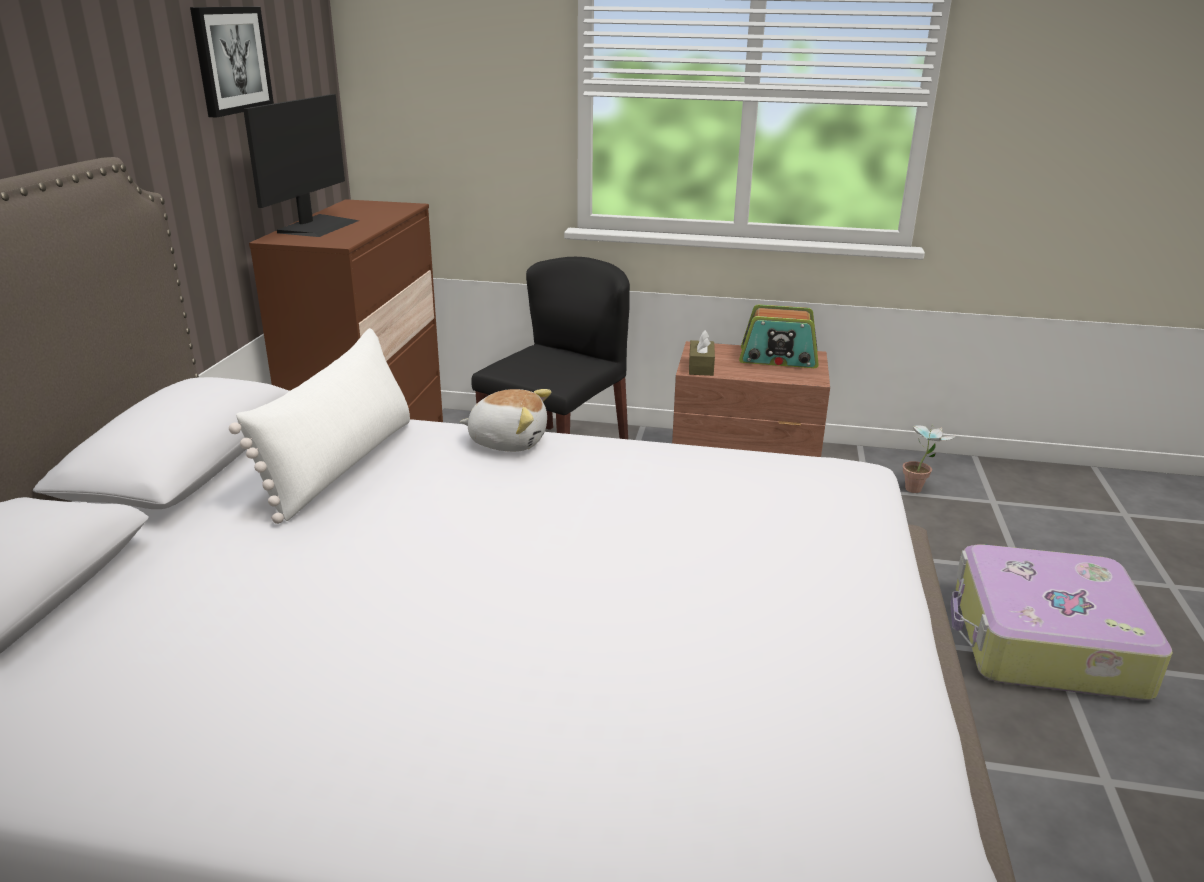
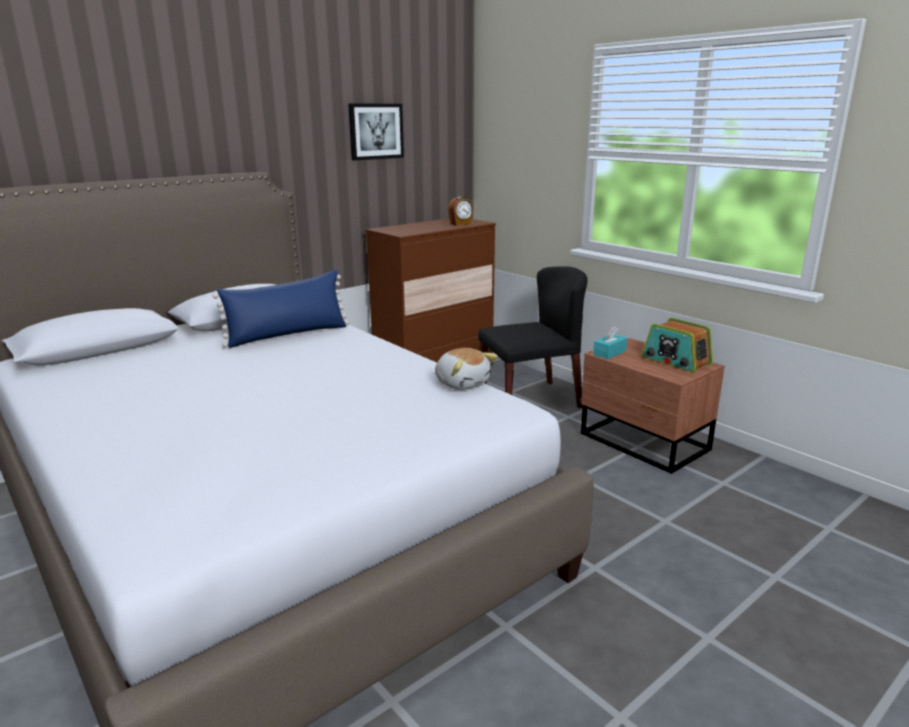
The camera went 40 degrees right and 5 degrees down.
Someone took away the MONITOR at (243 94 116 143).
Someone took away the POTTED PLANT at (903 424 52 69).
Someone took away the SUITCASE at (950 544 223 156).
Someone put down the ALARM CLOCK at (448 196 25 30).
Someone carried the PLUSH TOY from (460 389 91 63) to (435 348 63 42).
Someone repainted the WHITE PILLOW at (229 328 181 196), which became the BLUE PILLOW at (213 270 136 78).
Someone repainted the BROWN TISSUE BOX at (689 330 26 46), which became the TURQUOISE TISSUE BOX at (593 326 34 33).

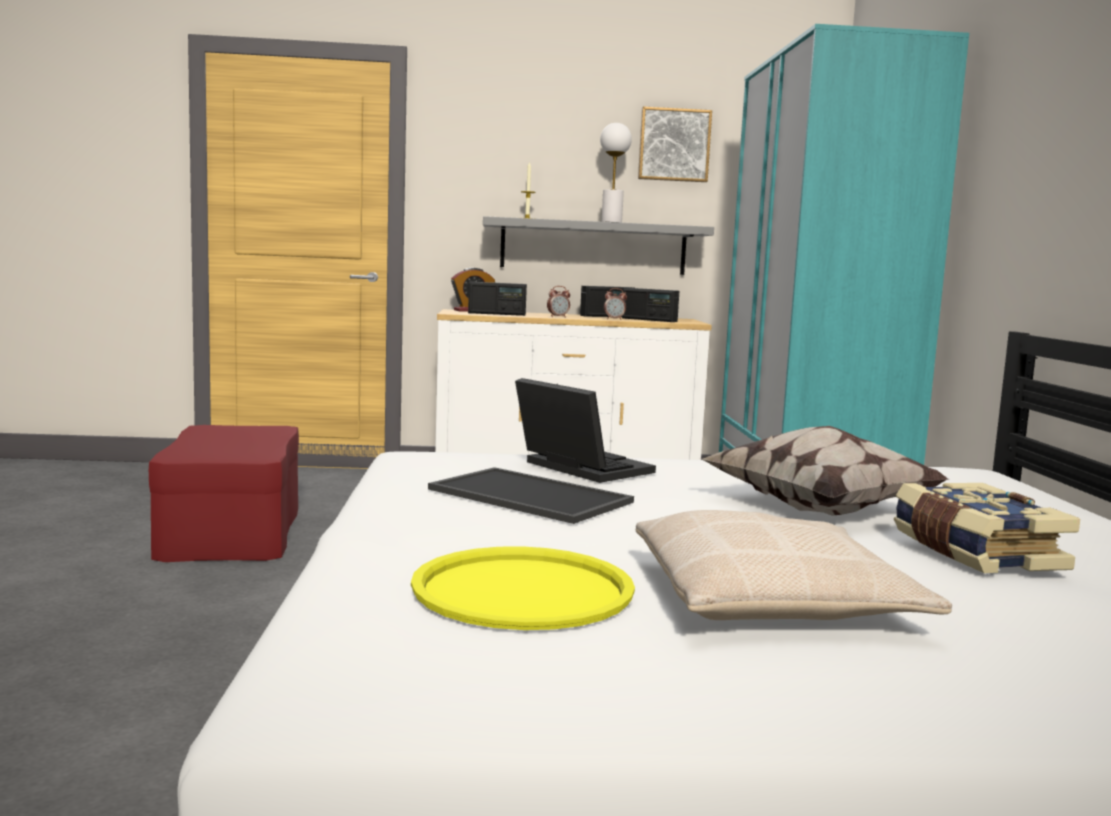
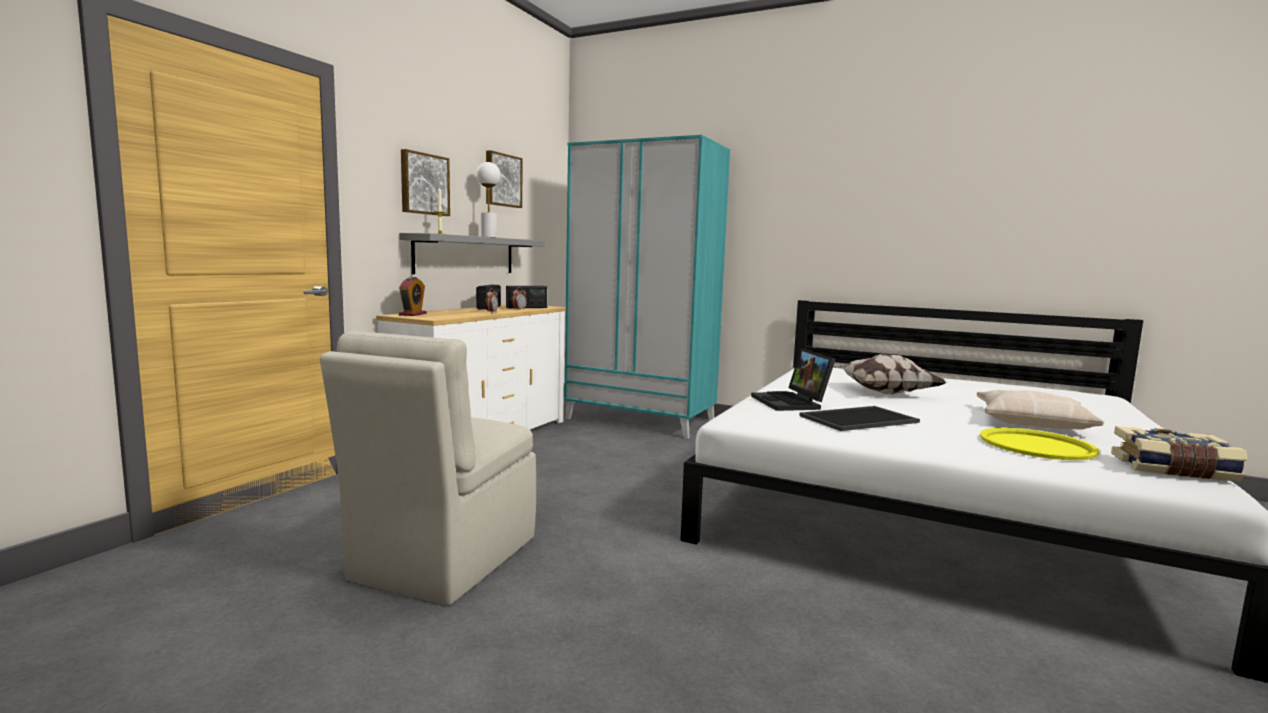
The camera went 60 degrees left and 0 degrees up.
Someone took away the RADIO at (468 282 59 34).
Someone put up the PICTURE at (401 149 49 67).
Someone carried the BOOK from (893 483 187 90) to (1111 426 137 56).
Someone swapped the RED OTTOMAN at (149 425 150 137) for the BEIGE CHAIR at (320 331 216 274).
Someone rotated the LAPTOP at (515 378 141 105) by 90 degrees counterclockwise.

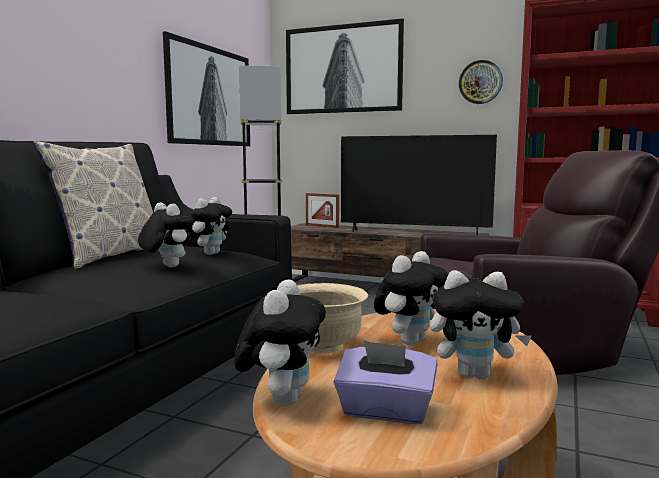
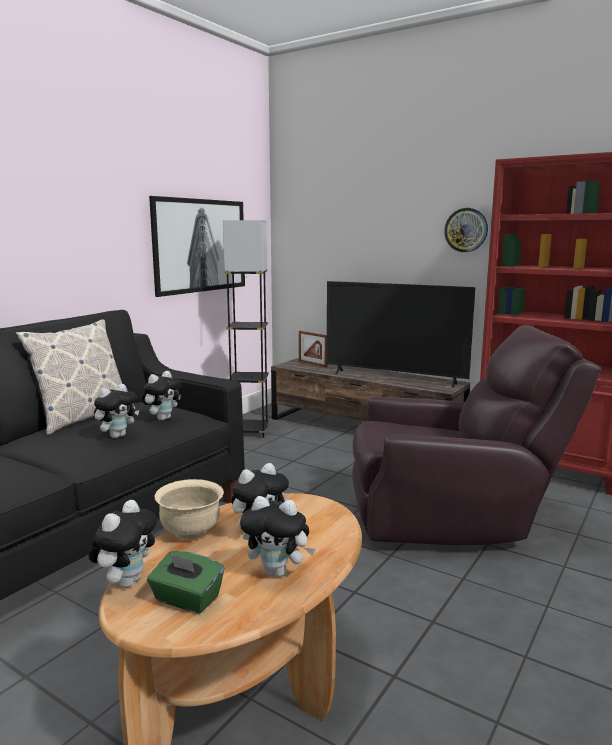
The camera went 10 degrees right and 5 degrees up.
Someone took away the PICTURE at (286 18 118 96).
Someone repainted the PURPLE TISSUE BOX at (333 341 105 83), which became the GREEN TISSUE BOX at (147 551 77 62).
Someone rotated the PLUSH TOY at (138 202 56 66) by 75 degrees clockwise.

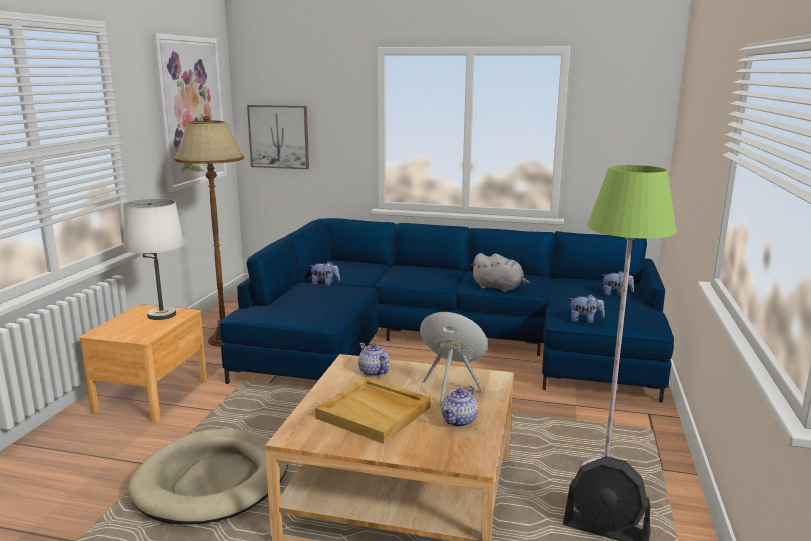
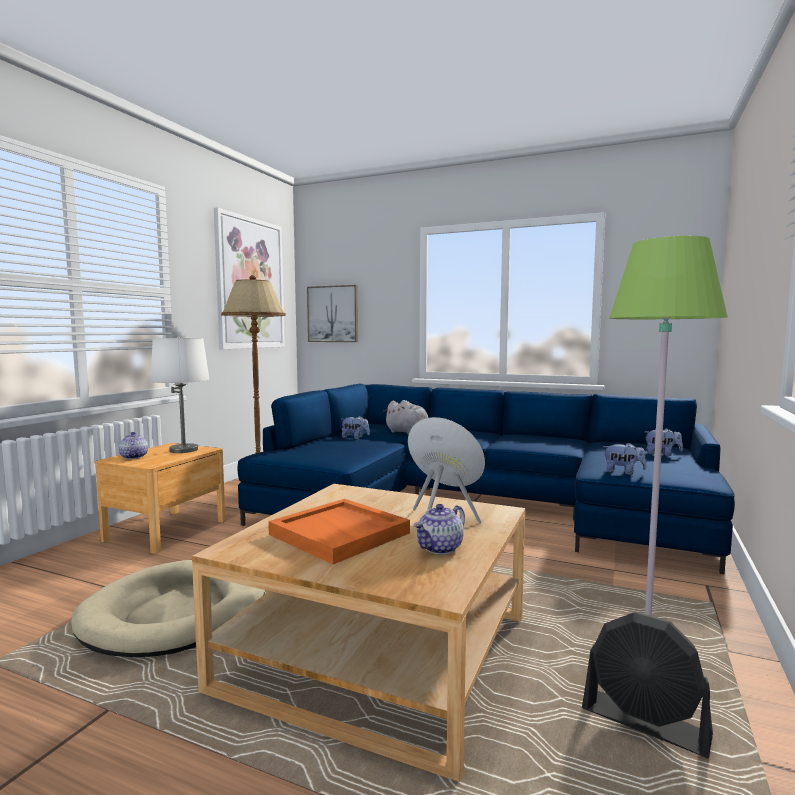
The camera went 10 degrees right and 10 degrees down.
Someone carried the TEAPOT from (358 343 31 34) to (119 432 29 27).
Someone carried the GREY PLUSH TOY from (471 253 59 39) to (384 400 45 35).
Someone repainted the BEIGE TRAY at (315 377 116 67), which became the ORANGE TRAY at (268 499 142 65).

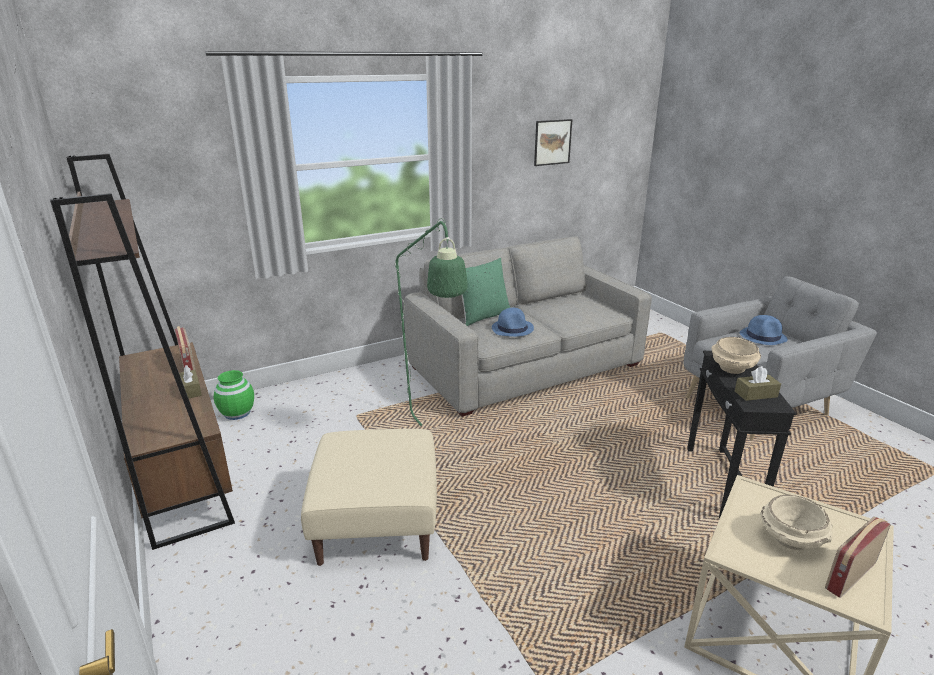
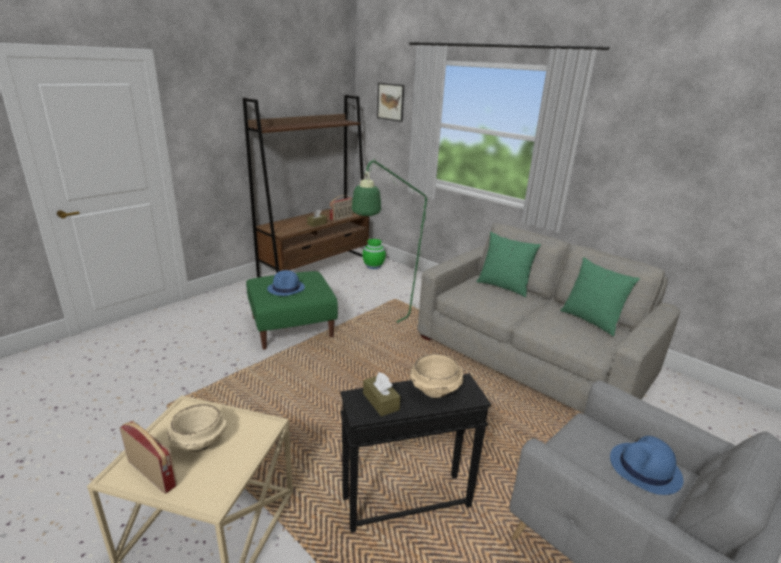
The camera went 70 degrees right and 0 degrees up.
Someone put down the GREEN PILLOW at (560 257 80 79).
Someone carried the BLUE HAT from (492 308 42 29) to (267 270 38 26).
Someone carried the PICTURE from (534 119 38 47) to (377 83 27 39).
Someone repainted the BEIGE OTTOMAN at (301 429 136 137), which became the GREEN OTTOMAN at (246 271 92 79).

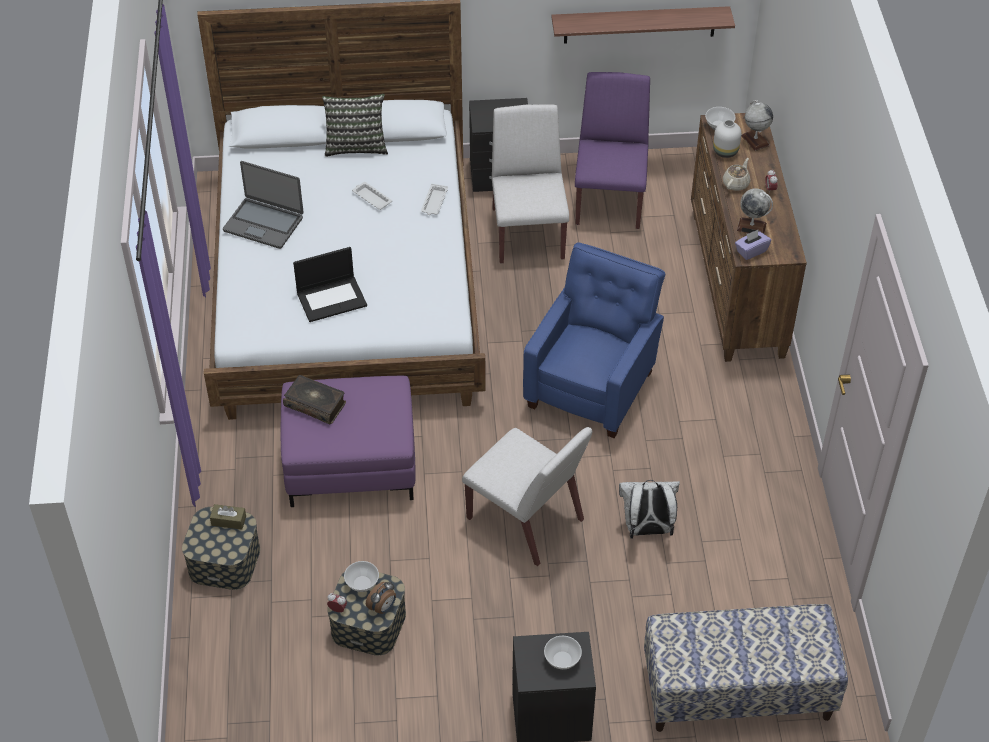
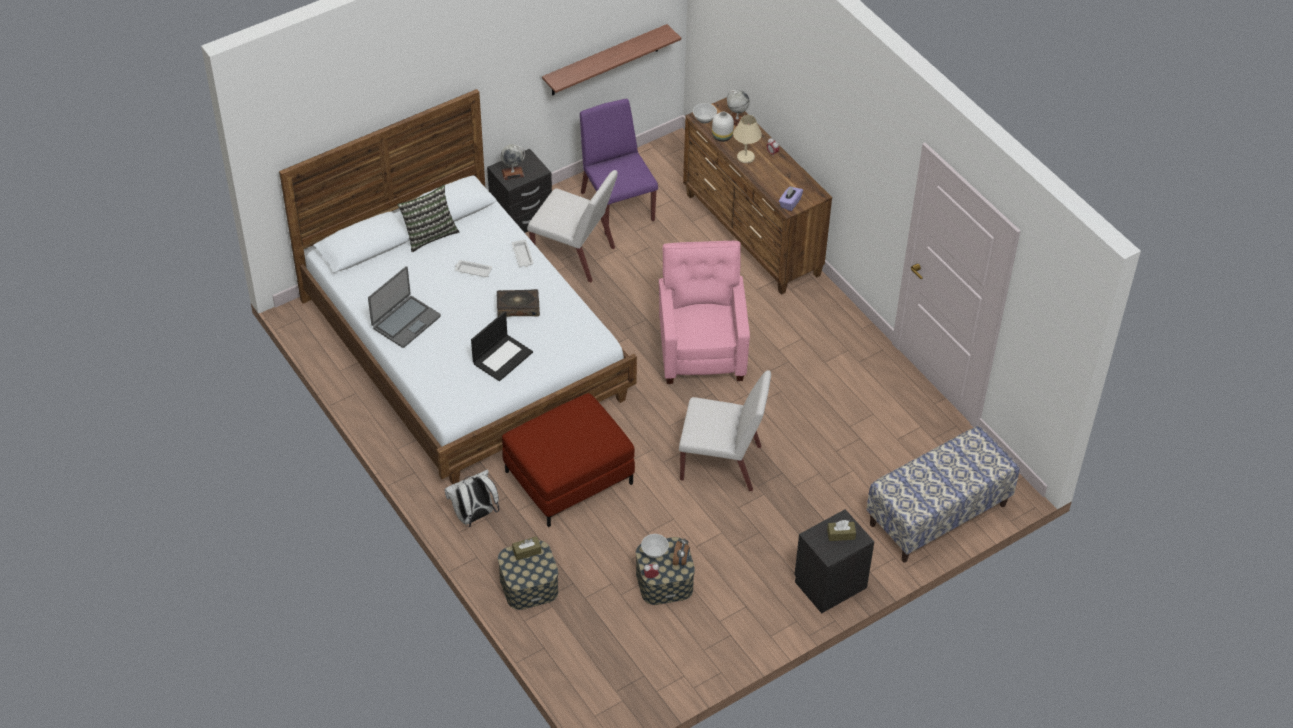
The camera went 30 degrees left and 0 degrees up.
Someone carried the BOOK from (283 375 63 49) to (497 289 43 28).
Someone carried the WHITE BACKPACK from (619 480 61 59) to (444 469 55 58).
Someone carried the GLOBE from (737 188 36 46) to (501 144 24 36).
Someone swapped the BOWL at (544 636 38 34) for the BROWN TISSUE BOX at (827 520 29 21).
Someone swapped the BEIGE TEAPOT at (723 158 28 33) for the BEIGE TABLE LAMP at (733 115 29 48).
Someone repainted the PURPLE OTTOMAN at (281 376 135 131), which became the RED OTTOMAN at (502 393 133 134).
Someone repainted the BLUE ARMCHAIR at (523 242 142 196), which became the PINK ARMCHAIR at (659 241 91 143).
Someone rotated the LAPTOP at (223 161 80 88) by 45 degrees counterclockwise.
Someone rotated the WHITE CHAIR at (492 104 77 160) by 150 degrees clockwise.

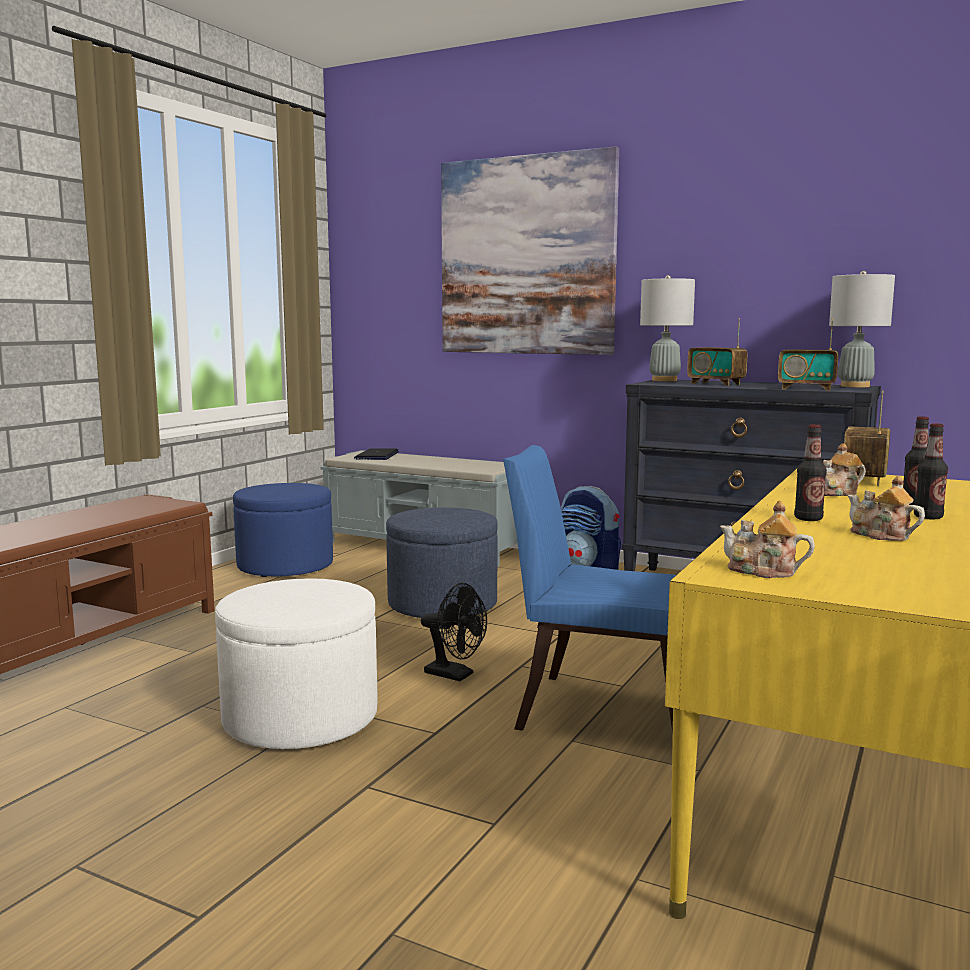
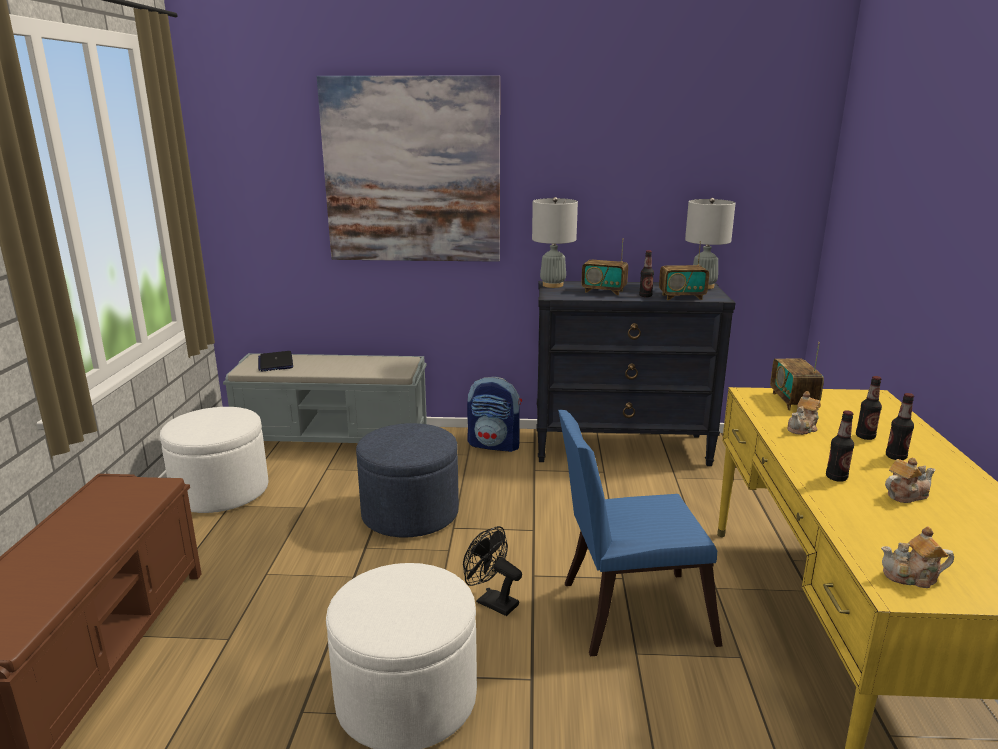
The camera went 25 degrees left and 10 degrees up.
Someone put down the BOTTLE at (639 251 15 46).
Someone repainted the BLUE OTTOMAN at (233 483 100 94), which became the WHITE OTTOMAN at (160 407 108 106).
Someone rotated the BLACK FAN at (421 583 66 98) by 150 degrees counterclockwise.
Someone rotated the TEAPOT at (848 475 77 66) by 135 degrees clockwise.

